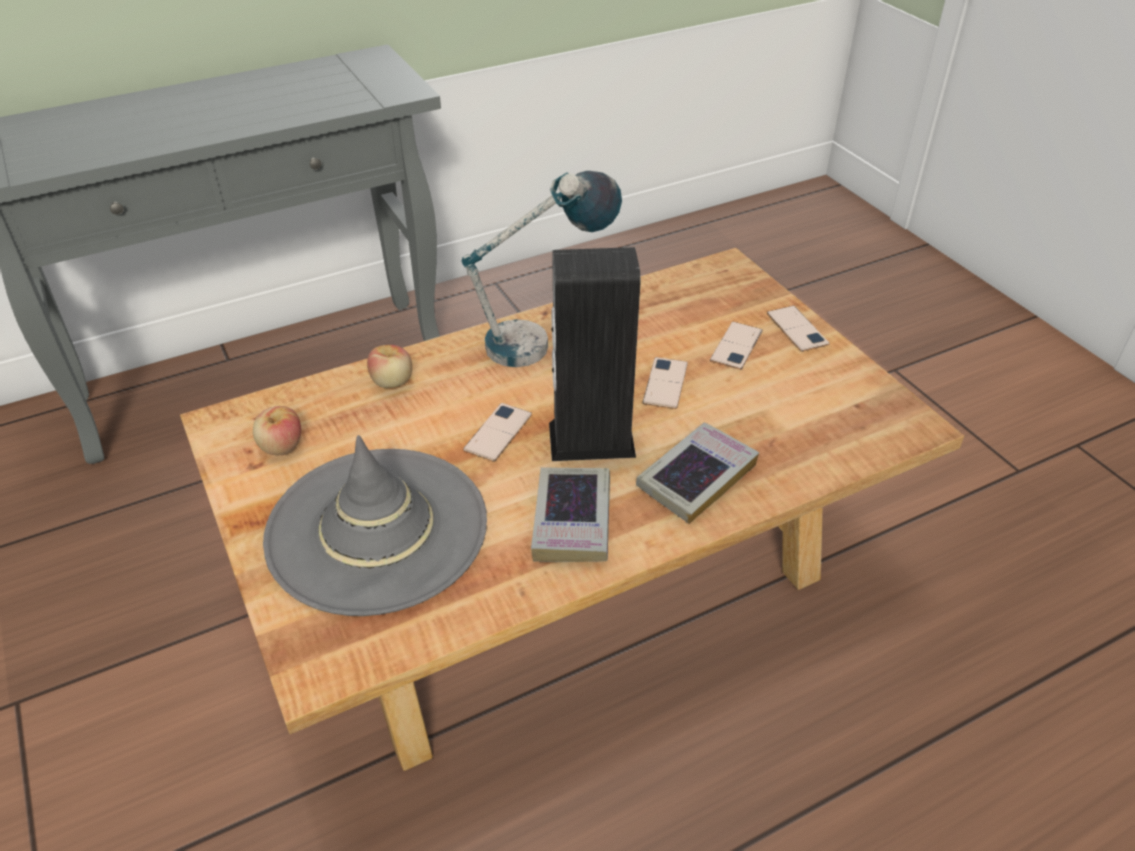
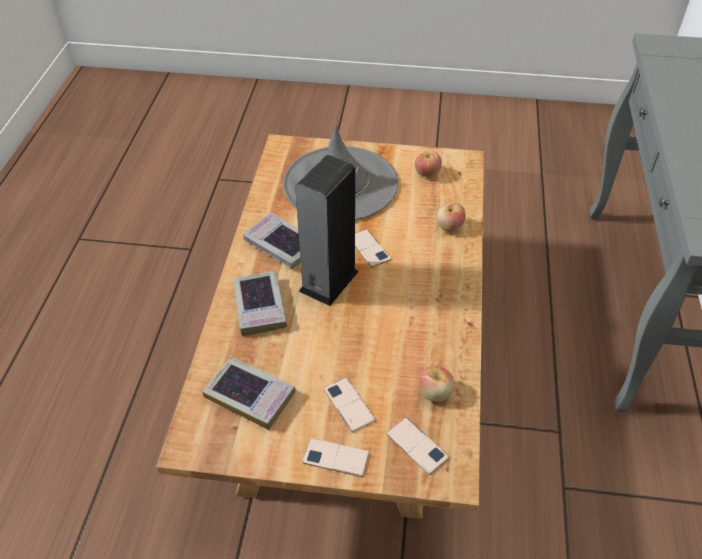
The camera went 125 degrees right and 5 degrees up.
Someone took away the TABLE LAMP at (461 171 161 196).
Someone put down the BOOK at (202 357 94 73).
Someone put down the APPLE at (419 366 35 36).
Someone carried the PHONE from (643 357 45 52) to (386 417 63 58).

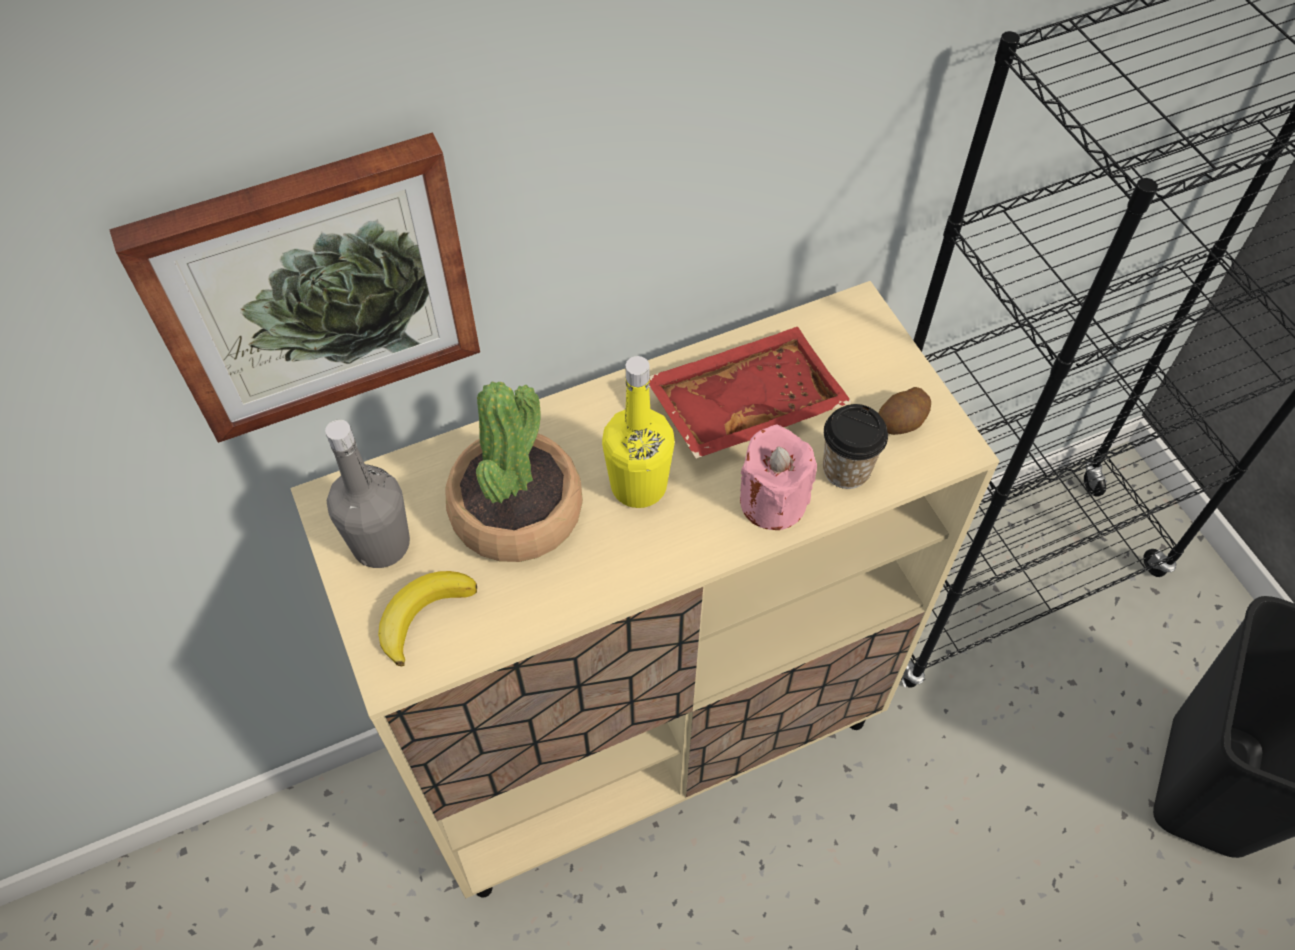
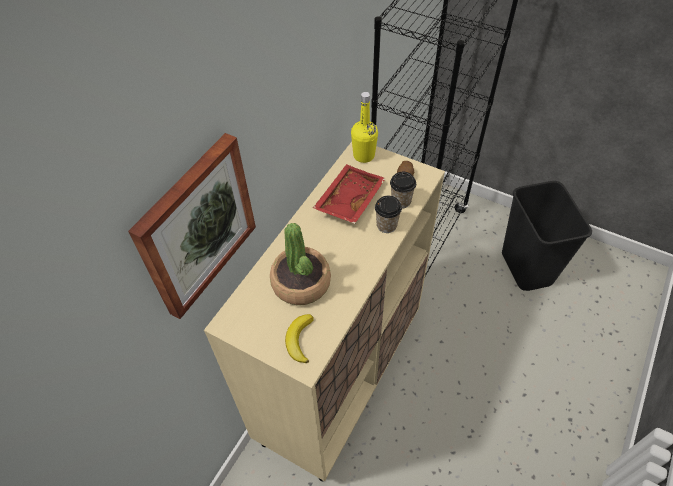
The camera went 35 degrees left and 5 degrees down.
Someone took away the GREY BOTTLE at (325 419 85 149).
Someone carried the YELLOW BOTTLE from (602 356 73 152) to (351 92 27 71).
Someone swapped the PINK CANDLE at (740 425 77 105) for the CUP at (375 196 27 37).

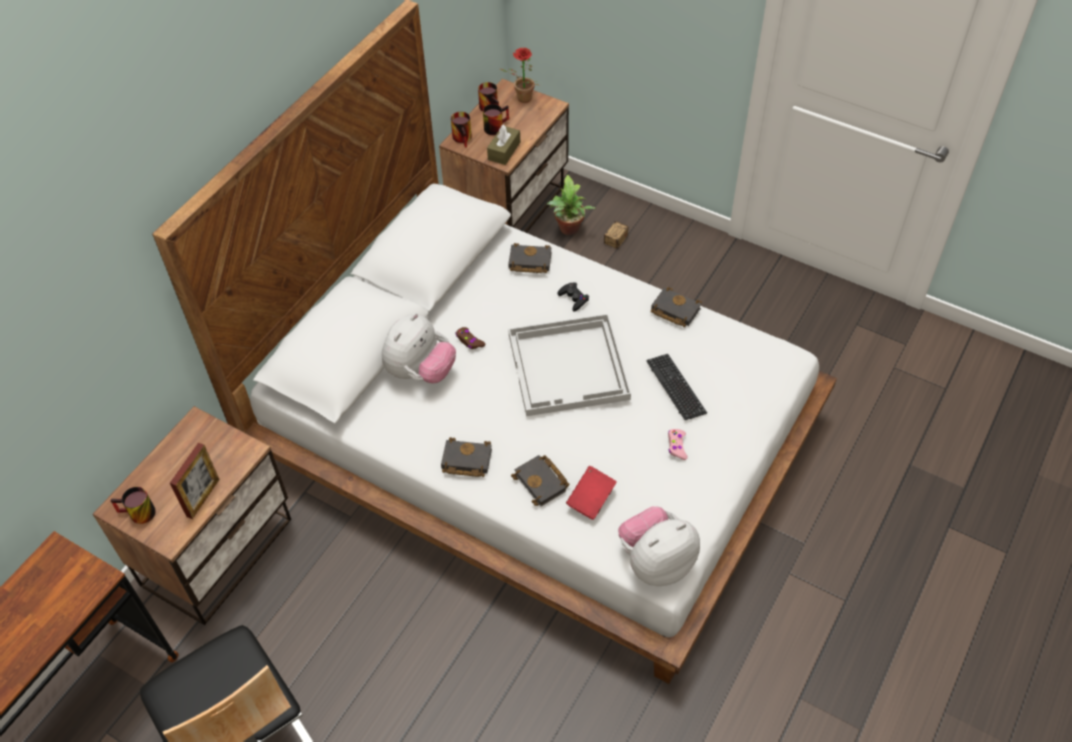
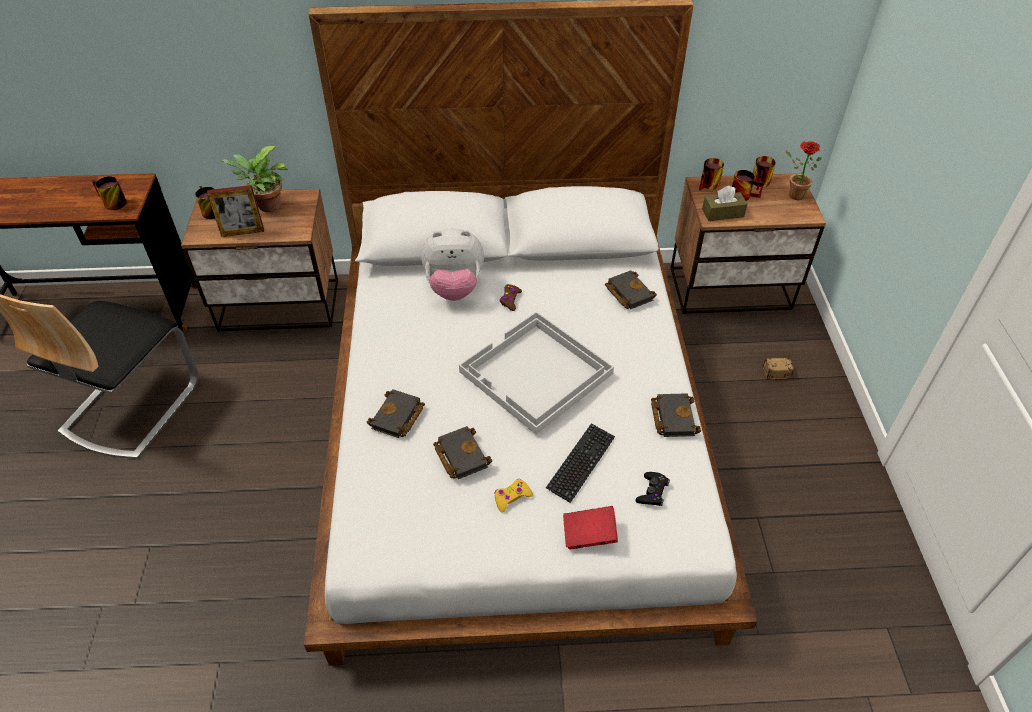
The camera went 55 degrees right and 5 degrees down.
Someone took away the PLUSH TOY at (618 506 82 80).
Someone put down the MUG at (92 176 35 34).
Someone carried the BLACK BOOK from (441 437 51 40) to (433 426 60 53).
Someone carried the POTTED PLANT from (547 175 49 60) to (220 146 68 66).
Someone carried the BLACK GAME CONTROLLER from (558 282 31 30) to (636 472 34 34).
Someone carried the RED BOOK from (566 466 51 54) to (563 506 55 43).
Someone repainted the PINK GAME CONTROLLER at (668 429 20 31), which became the YELLOW GAME CONTROLLER at (494 479 39 33).

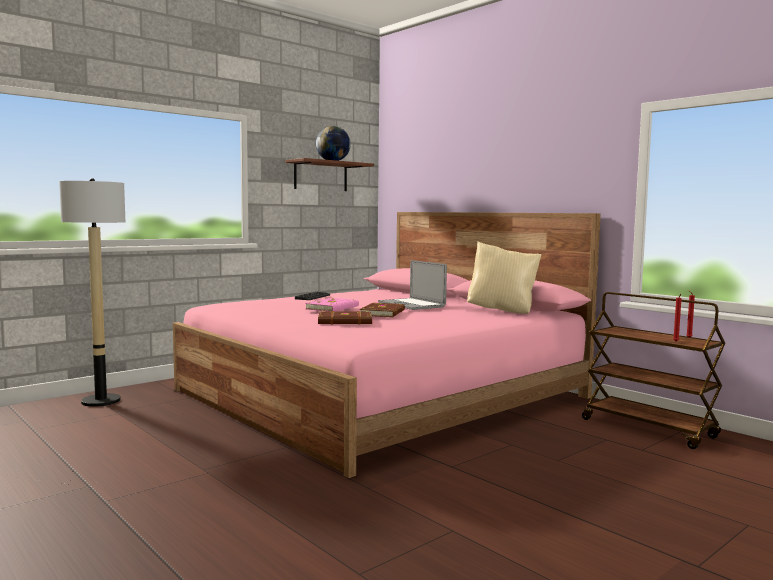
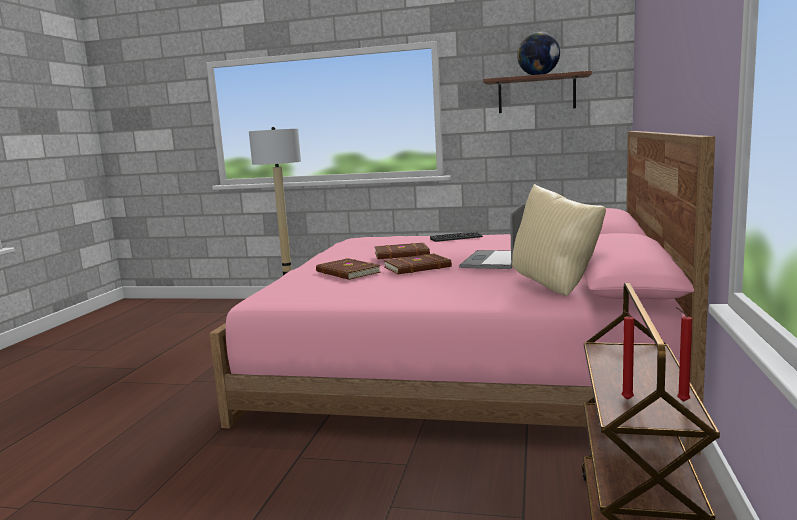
The camera went 55 degrees right and 5 degrees up.
Someone repainted the PINK BOOK at (305 298 54 13), which became the BROWN BOOK at (375 243 55 16).

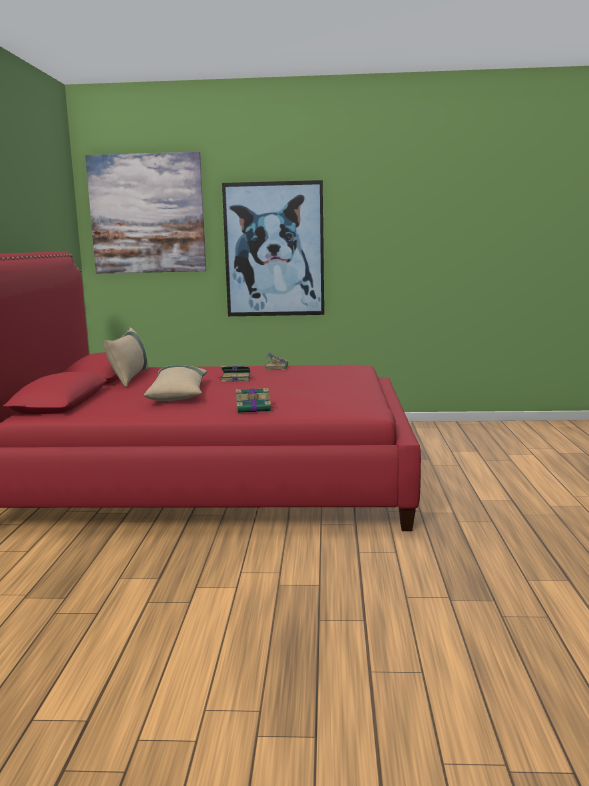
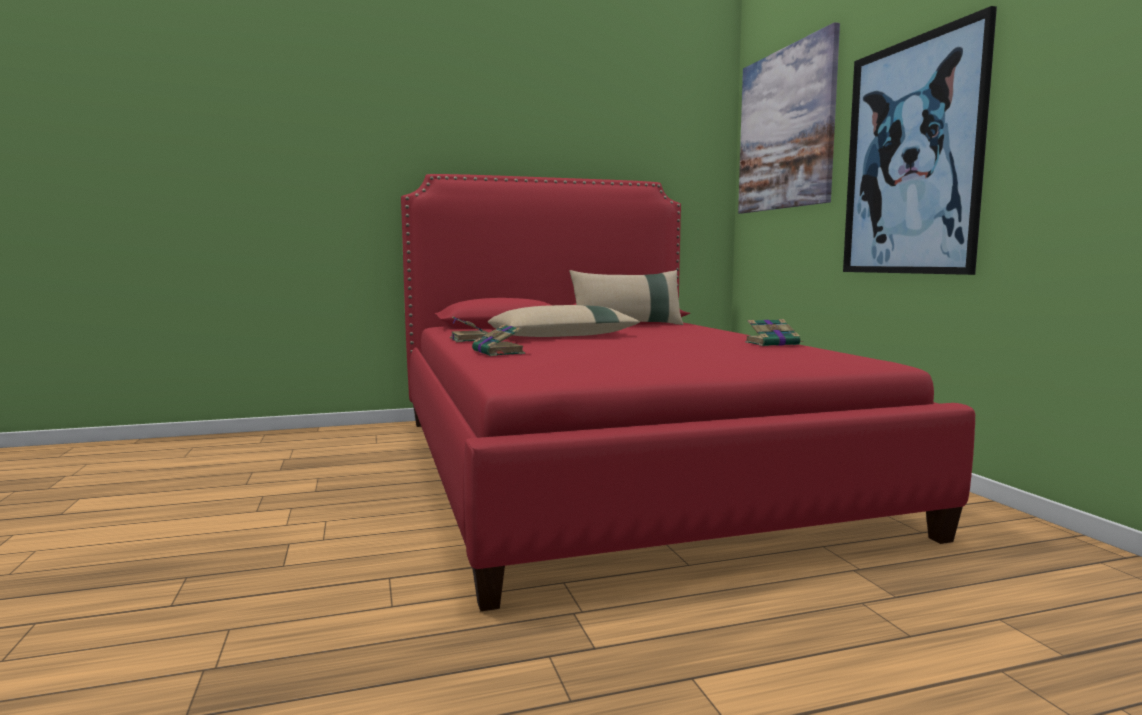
The camera went 70 degrees right and 5 degrees down.
Someone carried the BOOK from (218 366 33 16) to (450 317 38 25).

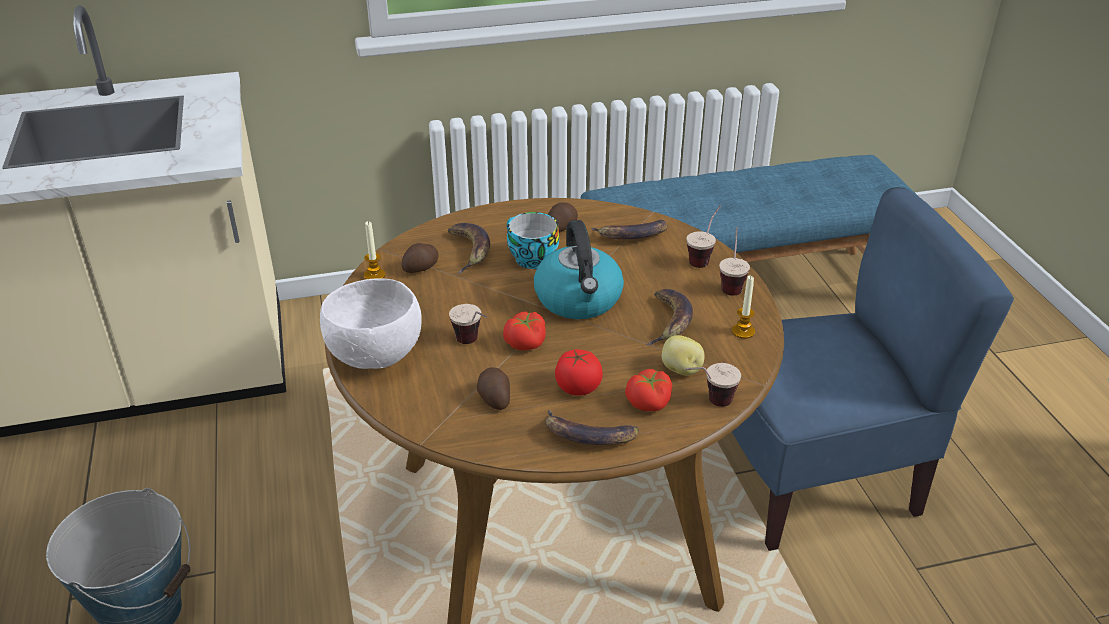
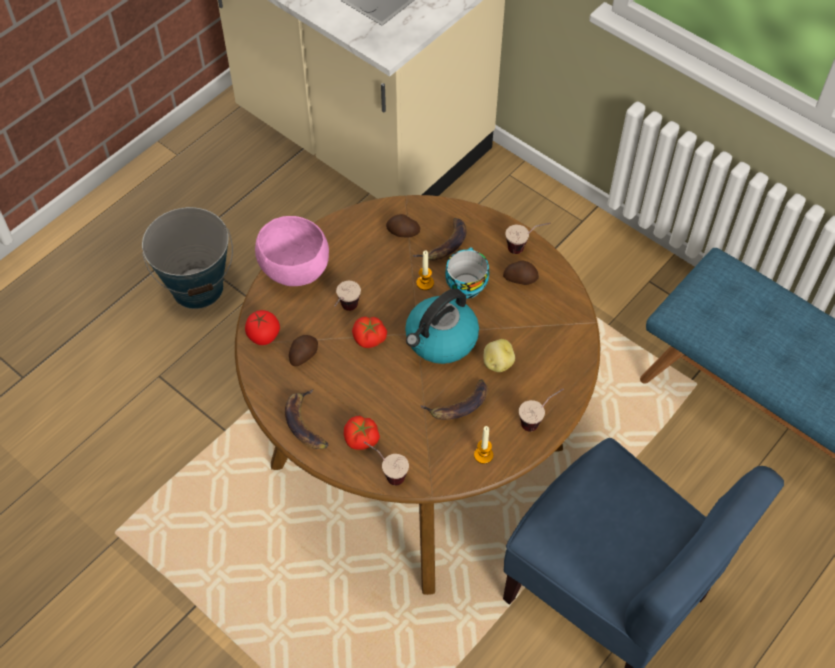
The camera went 55 degrees right and 20 degrees up.
Someone took away the BANANA at (591 220 77 19).
Someone carried the CANDLE from (364 221 22 58) to (416 250 18 40).
Someone carried the TOMATO from (555 349 48 47) to (245 310 35 35).
Someone carried the POTATO from (662 335 43 40) to (483 339 32 33).
Someone carried the CUP from (686 205 35 63) to (505 223 45 31).
Someone repainted the WHITE BOWL at (320 278 101 91), which became the PINK BOWL at (255 216 74 70).

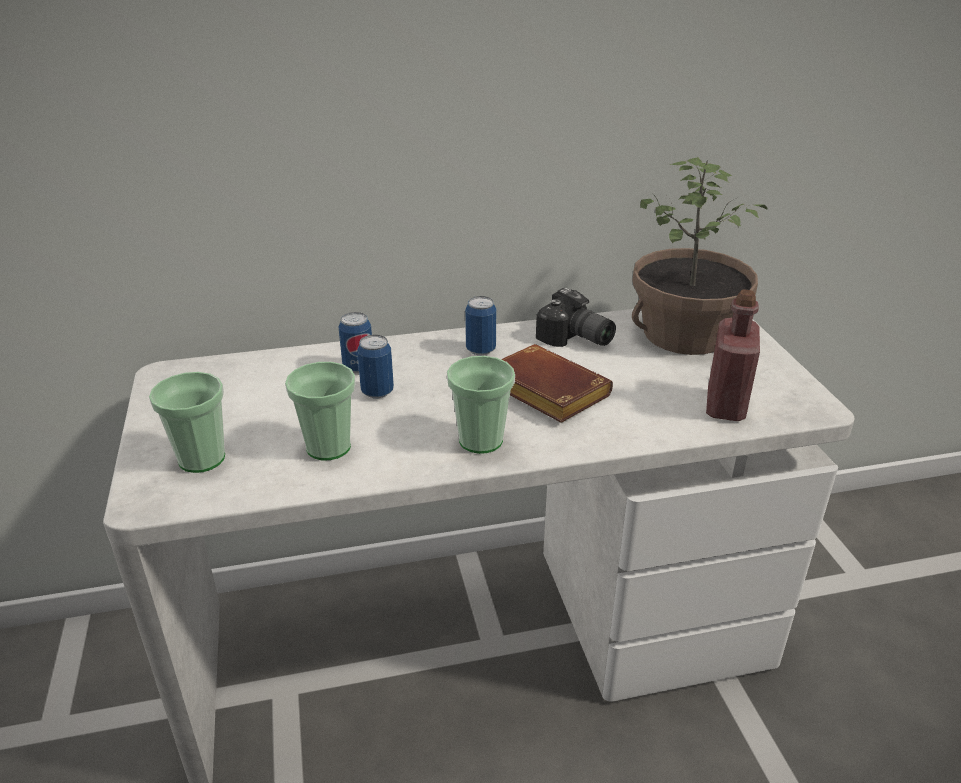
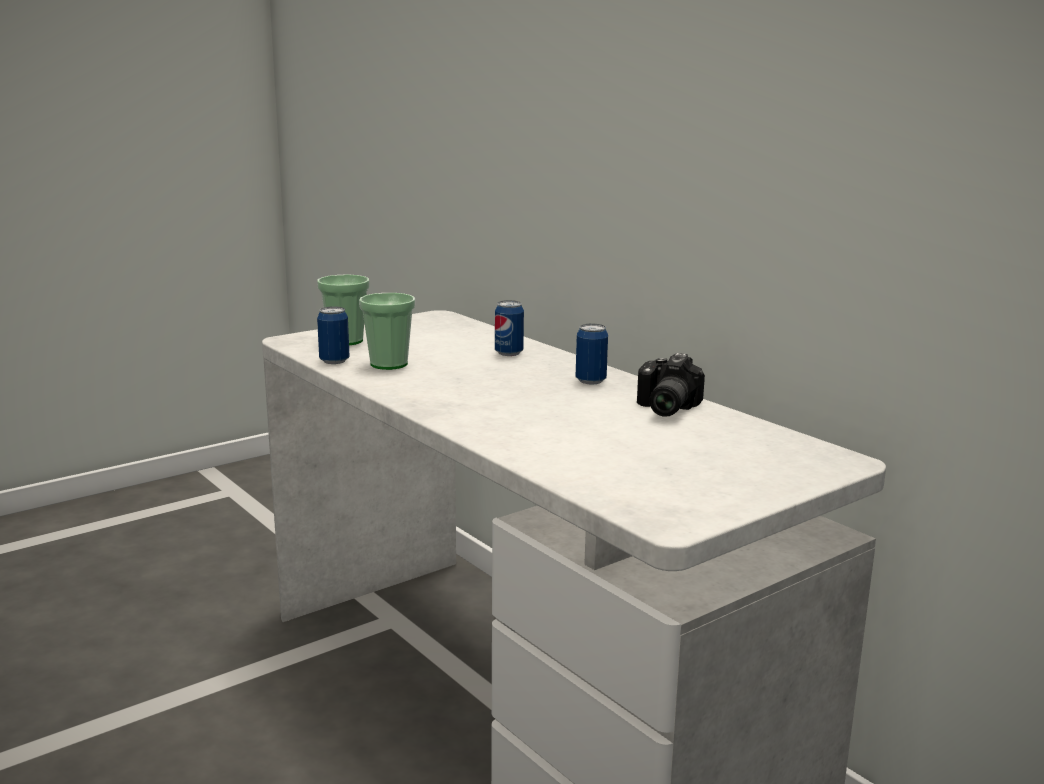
The camera went 65 degrees right and 15 degrees down.
Someone took away the CUP at (447 356 68 98).
Someone took away the BROWN BOOK at (501 344 112 79).
Someone took away the POTTED PLANT at (632 157 135 198).
Someone took away the RED BOTTLE at (706 289 54 132).
Someone carried the CAN from (357 335 37 63) to (317 306 33 58).

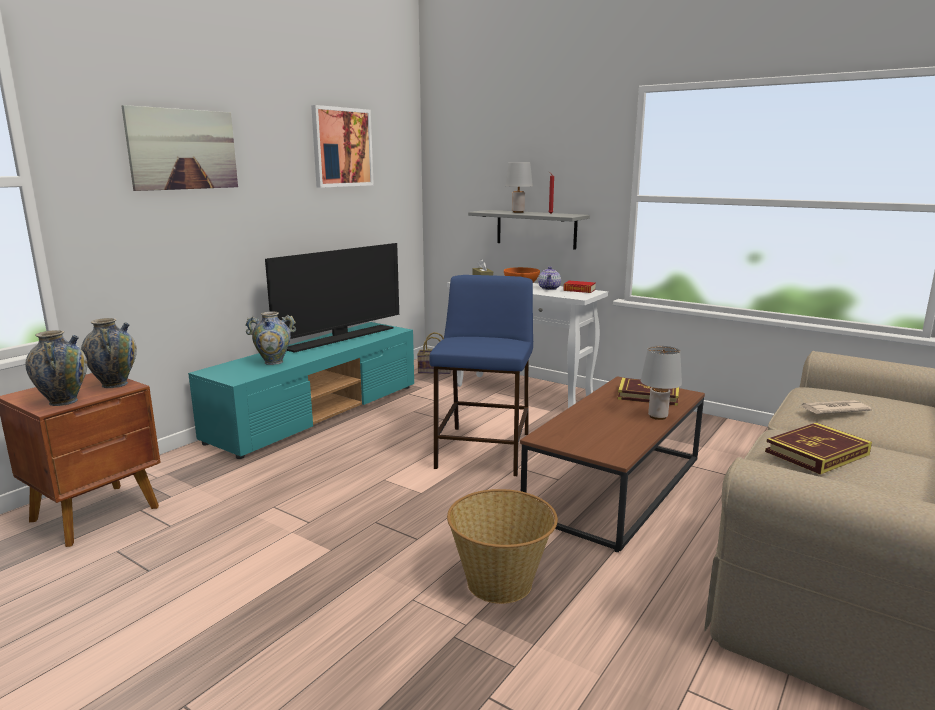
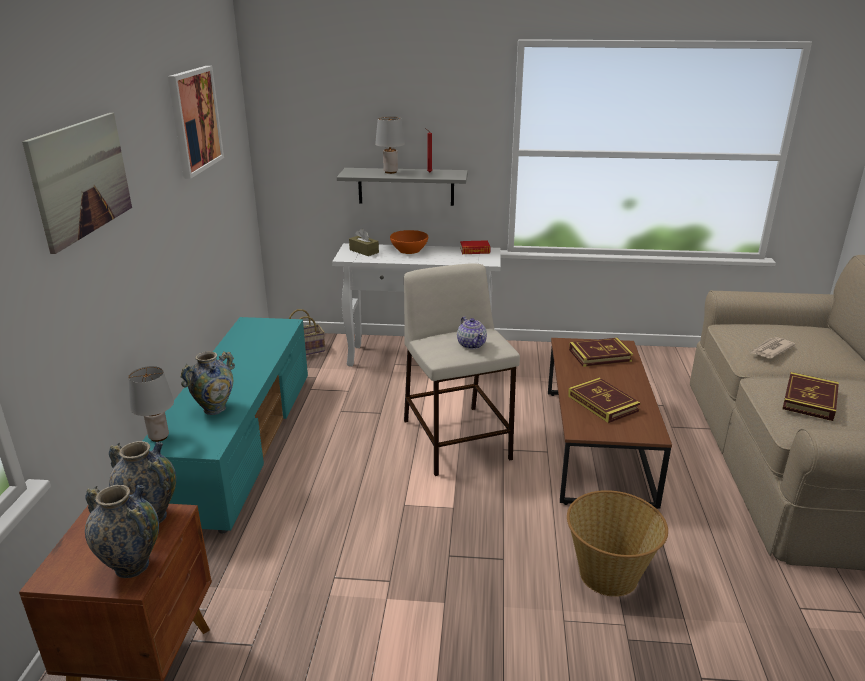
The camera went 30 degrees left and 10 degrees up.
Someone took away the TELEVISION at (265 243 134 110).
Someone put down the BOOK at (568 378 72 45).
Someone carried the TEAPOT from (538 266 23 24) to (457 316 30 33).
Someone carried the GREY TABLE LAMP from (641 346 41 74) to (128 366 46 76).
Someone repainted the BLUE STOOL at (429 275 104 201), which became the BEIGE STOOL at (404 263 116 213).

